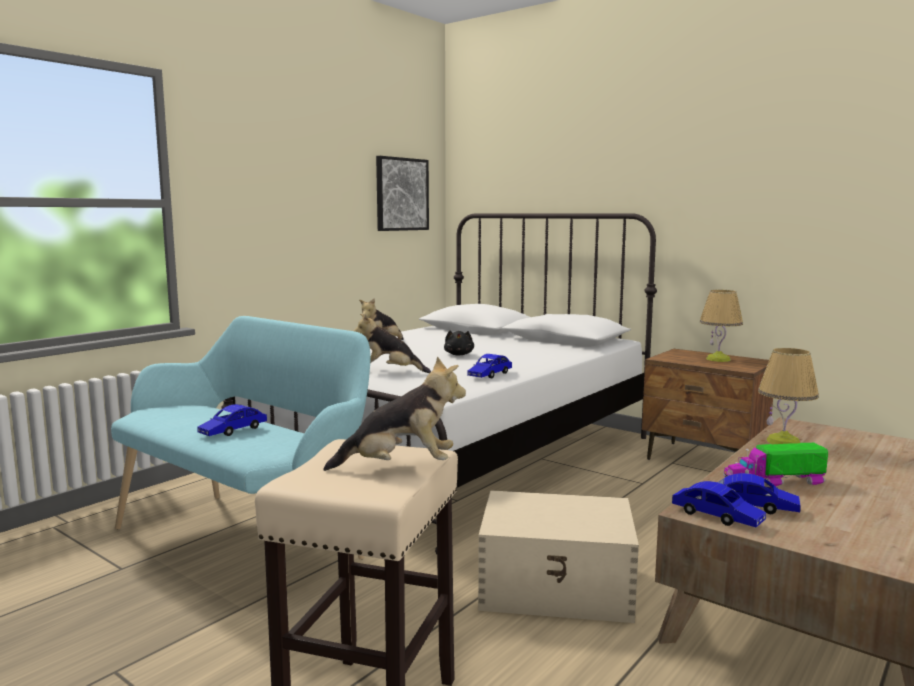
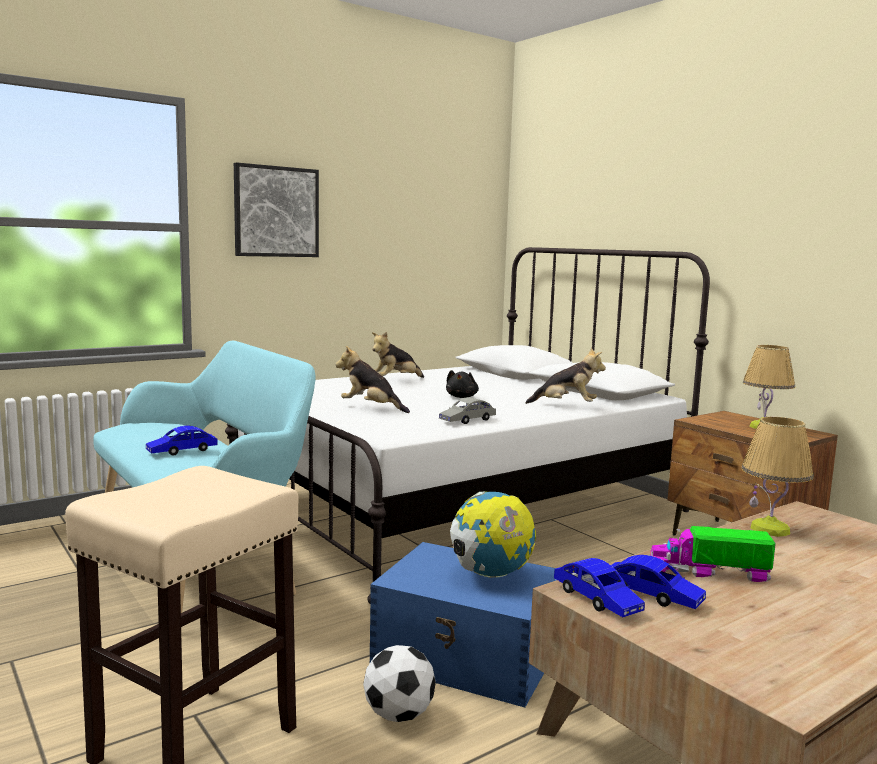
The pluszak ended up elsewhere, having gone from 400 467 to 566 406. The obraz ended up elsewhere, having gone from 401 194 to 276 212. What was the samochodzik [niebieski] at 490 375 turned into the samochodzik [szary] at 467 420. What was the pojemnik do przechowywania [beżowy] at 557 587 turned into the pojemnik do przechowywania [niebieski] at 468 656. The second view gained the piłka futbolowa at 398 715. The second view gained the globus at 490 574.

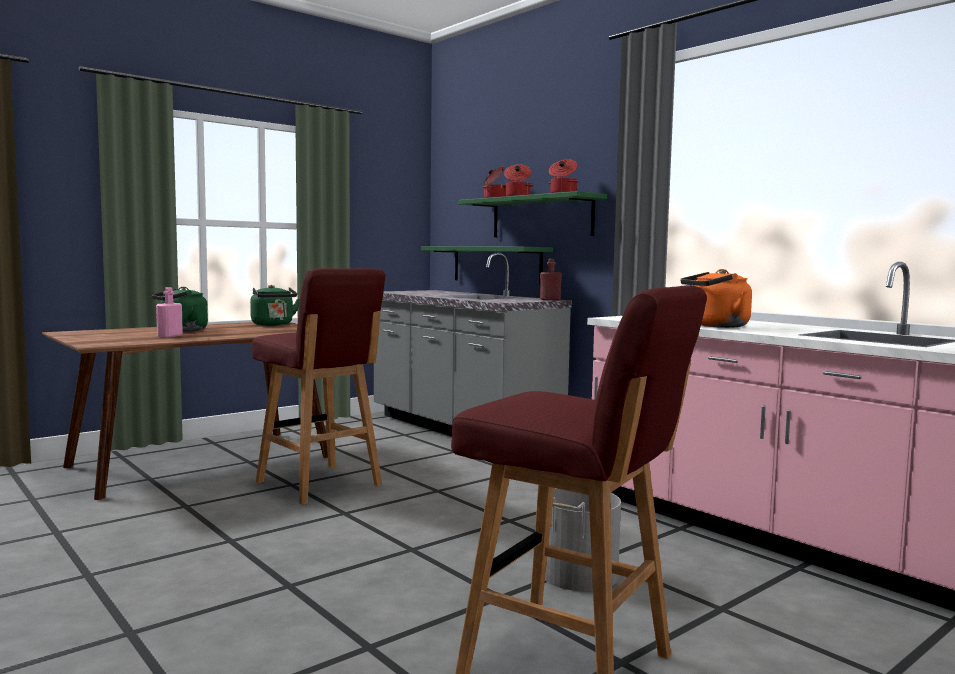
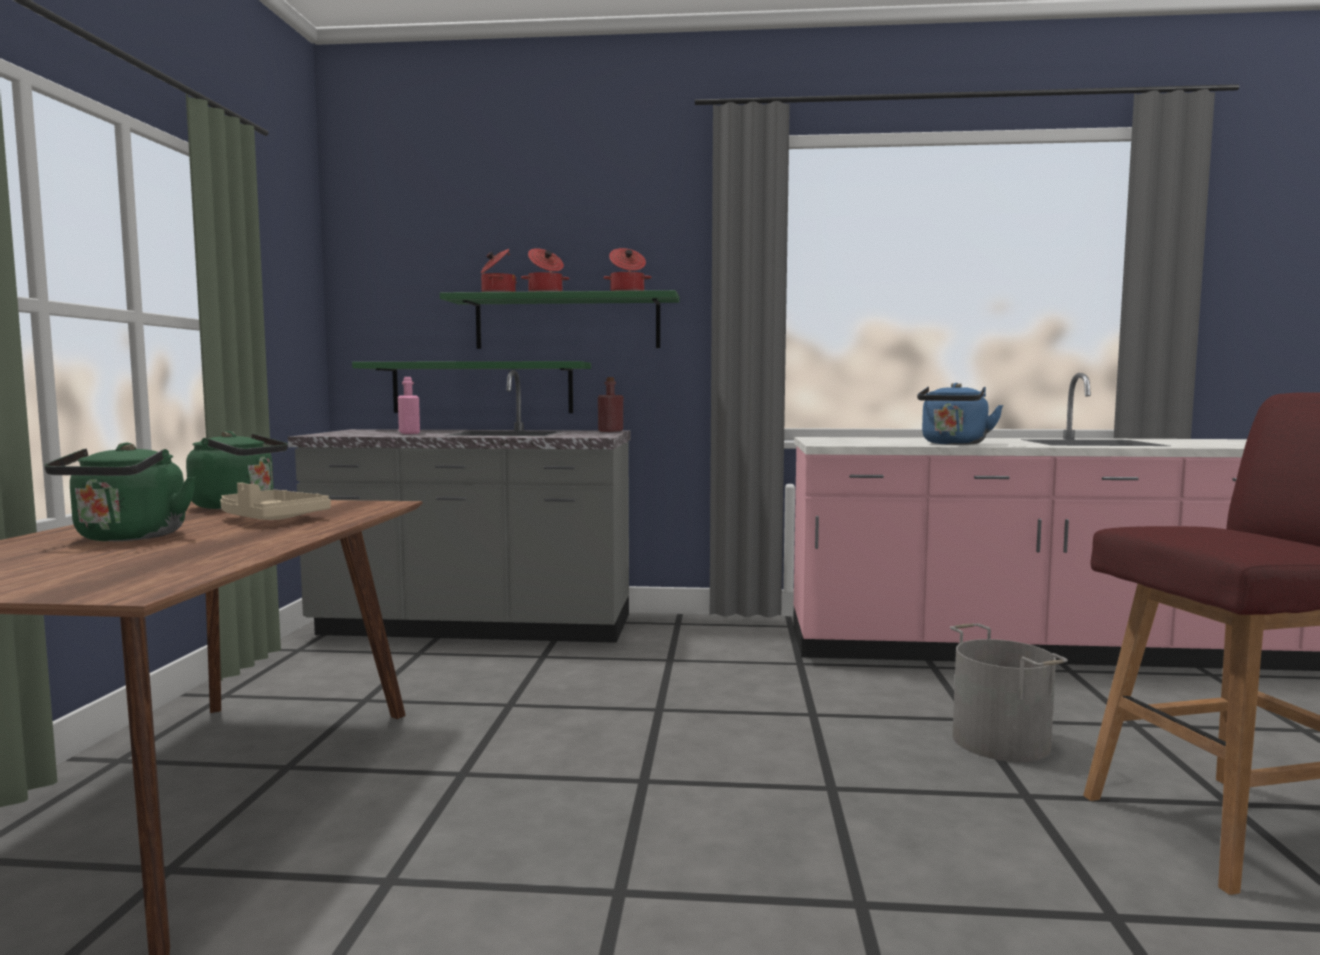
The butelka [różowy] ended up elsewhere, having gone from 170 336 to 409 433. The second view lost the stołek [czerwony] at 320 484. What was the czajnik [pomarańczowy] at 715 326 turned into the czajnik [niebieski] at 953 444. The second view gained the taca [beżowy] at 270 519.

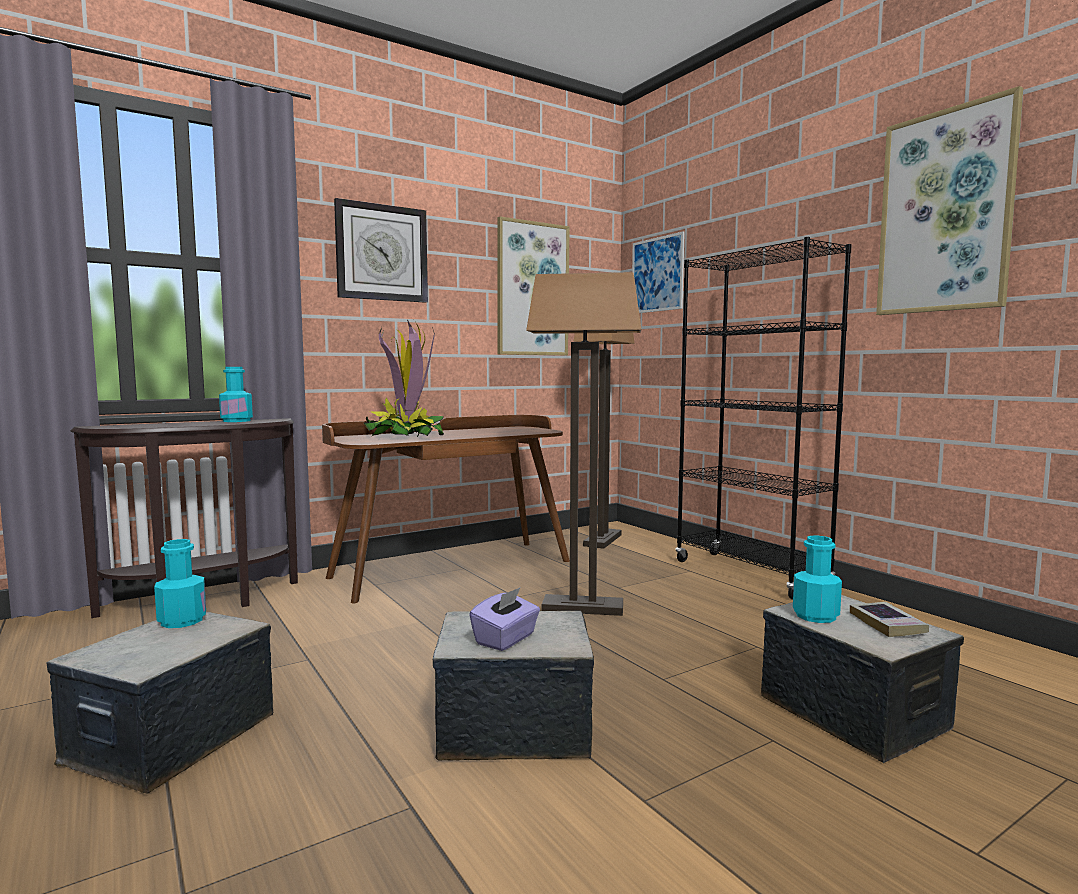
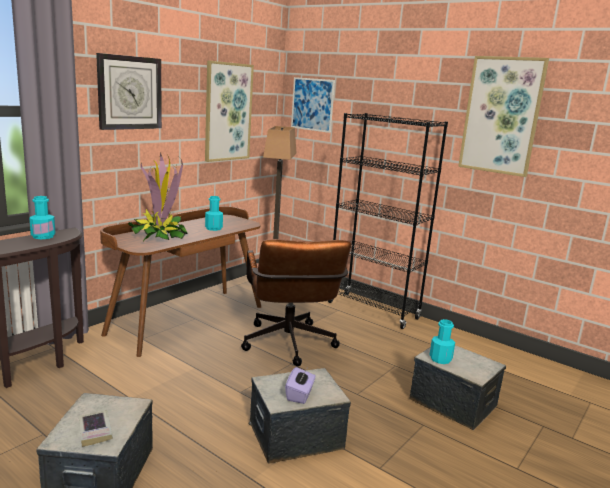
The butelka [turkusowy] ended up elsewhere, having gone from 182 621 to 213 228. Where the lampa stojąca stood at 582 608, the krzesło biurowe [brązowy] came to stand at 289 347. The książka ended up elsewhere, having gone from 887 624 to 95 431.

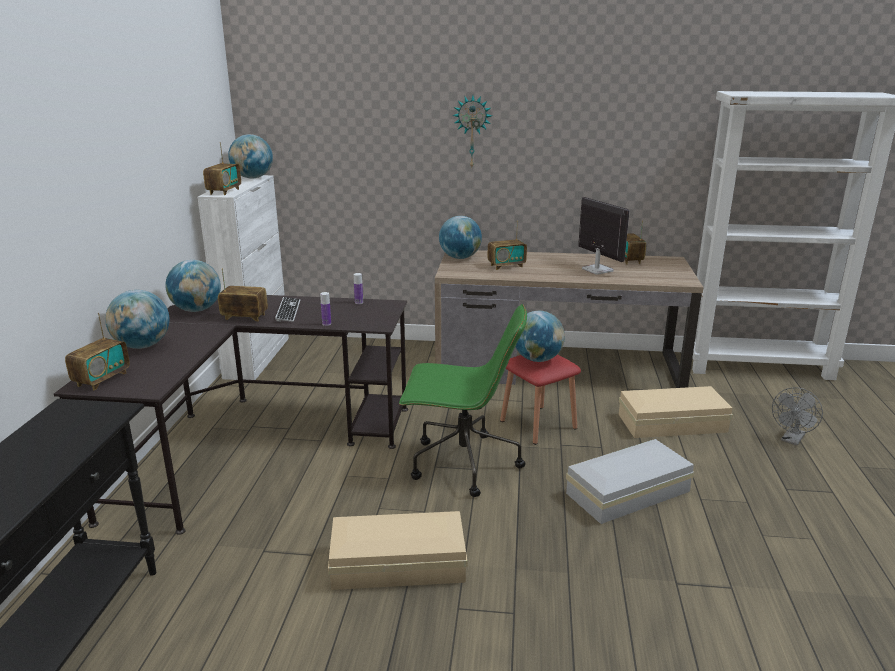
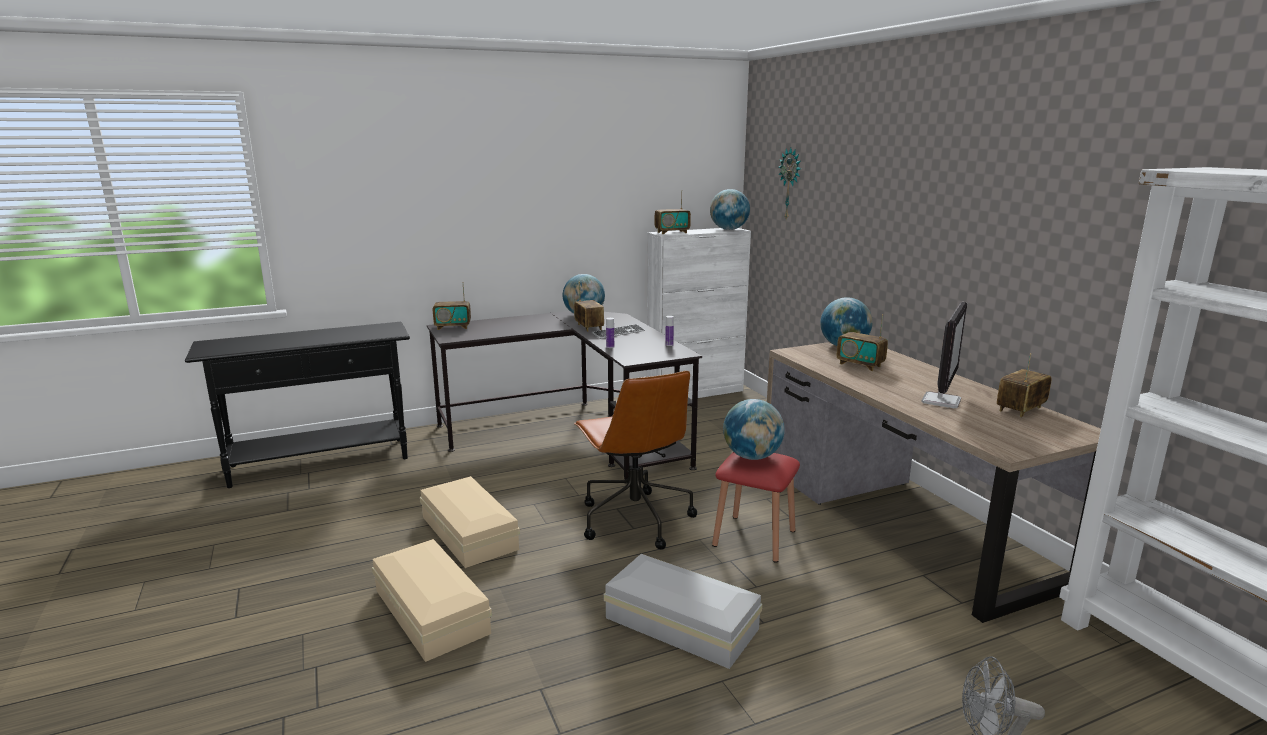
The second view lost the globus at 142 346. What was the krzesło biurowe [zielony] at 462 464 turned into the krzesło biurowe [brązowy] at 634 519. The zegar ścienny ended up elsewhere, having gone from 472 131 to 791 184. The pojemnik do przechowywania [beżowy] ended up elsewhere, having gone from 670 422 to 432 609.

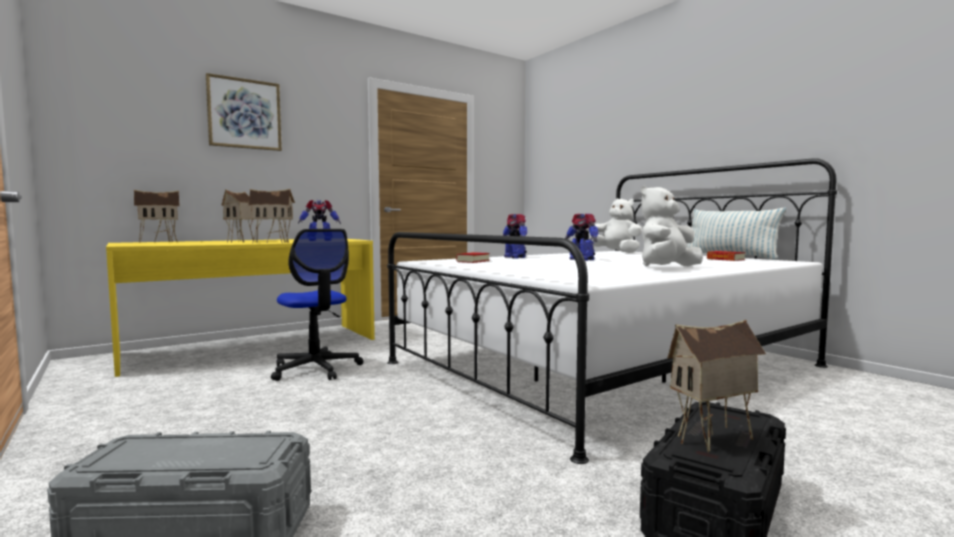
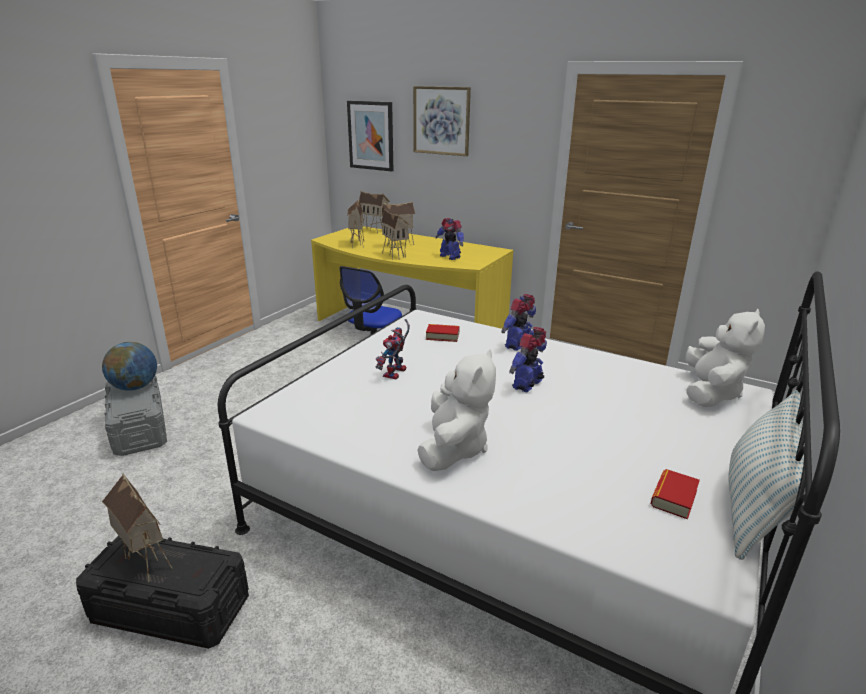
The pluszak [biały] at 667 268 ended up facing another way, 75 degrees clockwise from before. The second view gained the globus at 135 387. The second view gained the obraz at 371 135. The second view gained the domek at 356 244. The second view gained the robot zabawkowy at 395 374.

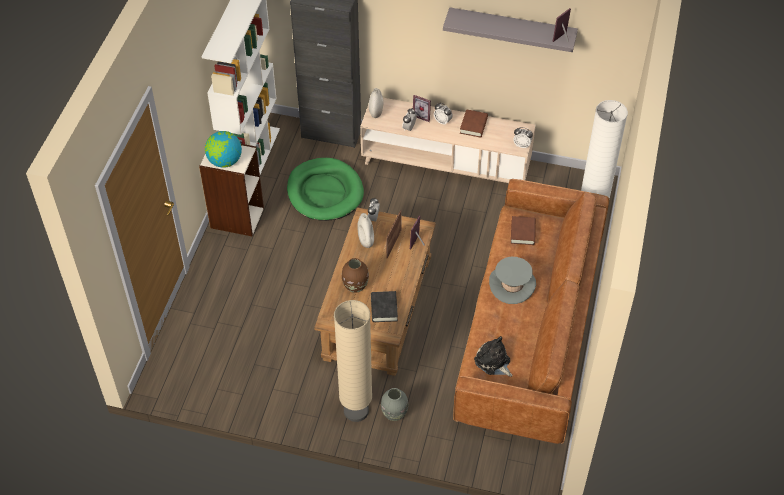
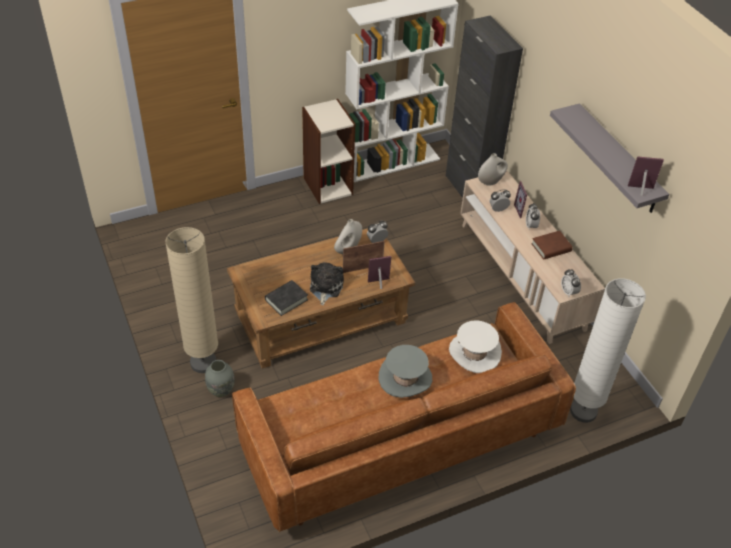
The second view lost the globus at 225 161. The second view lost the legowisko [zielony] at 325 192. The second view lost the wazon [brązowy] at 355 286. The pluszak ended up elsewhere, having gone from 493 362 to 325 287. Where the książka [brązowy] stood at 523 232, the kapelusz [biały] came to stand at 474 352.

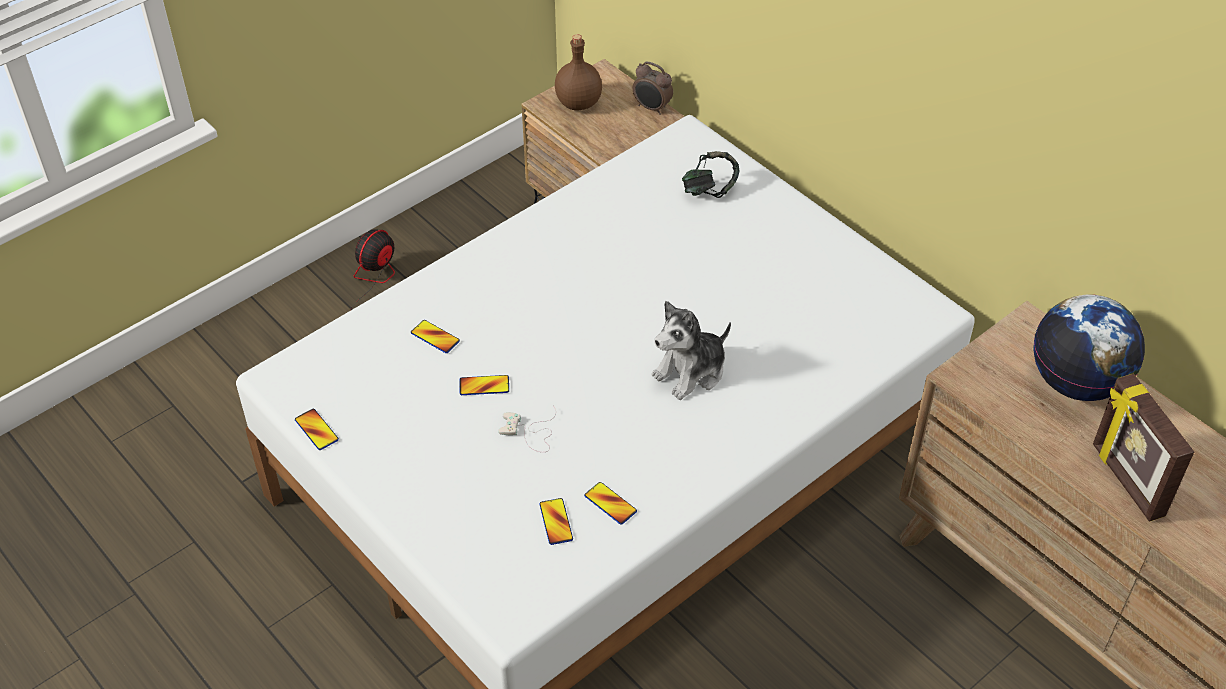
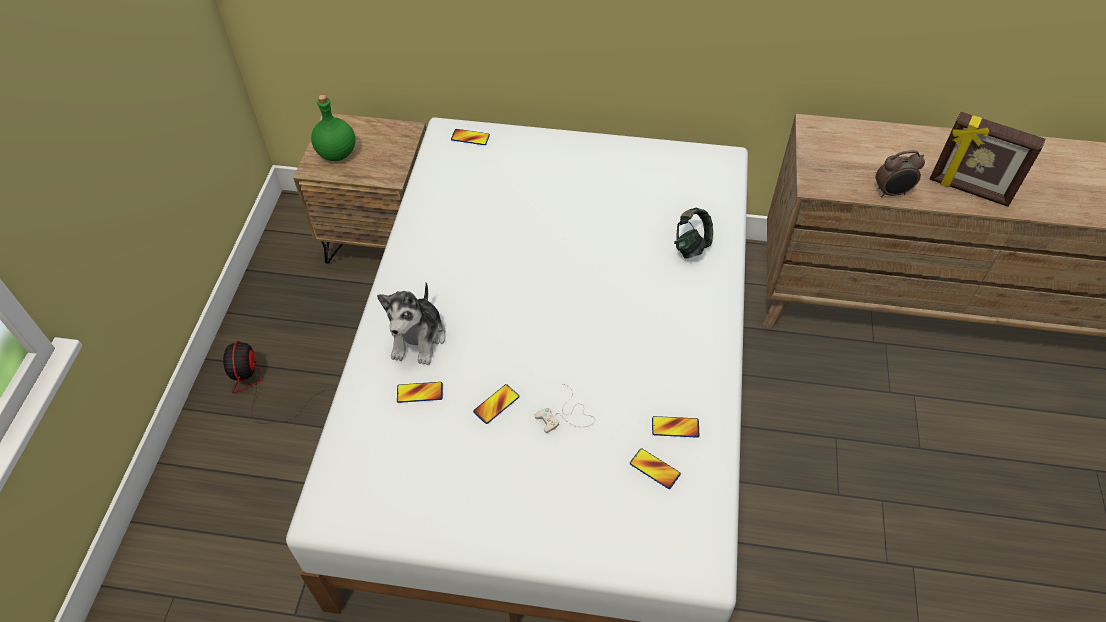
The telefon ended up elsewhere, having gone from 316 430 to 470 138. What was the butelka [brązowy] at 577 103 turned into the butelka [zielony] at 336 154. The budzik ended up elsewhere, having gone from 652 108 to 891 193. The pluszak ended up elsewhere, having gone from 691 372 to 418 338. The słuchawki ended up elsewhere, having gone from 709 190 to 691 245. The second view lost the globus at 1077 382.

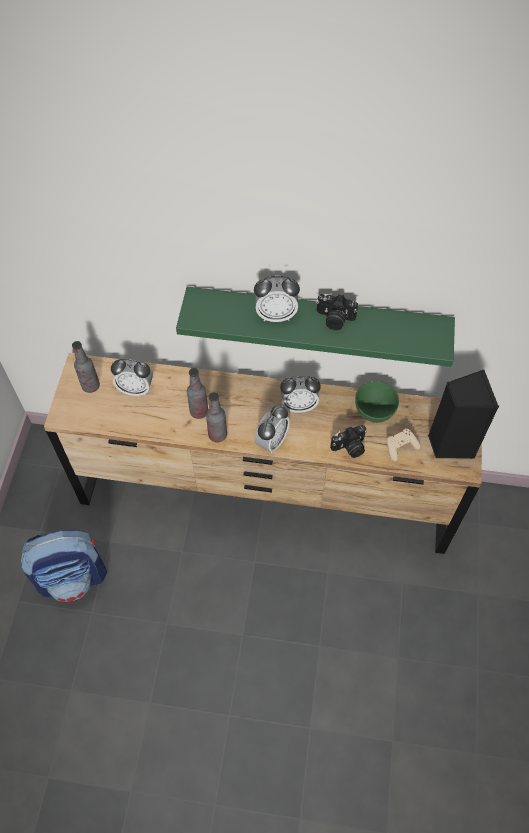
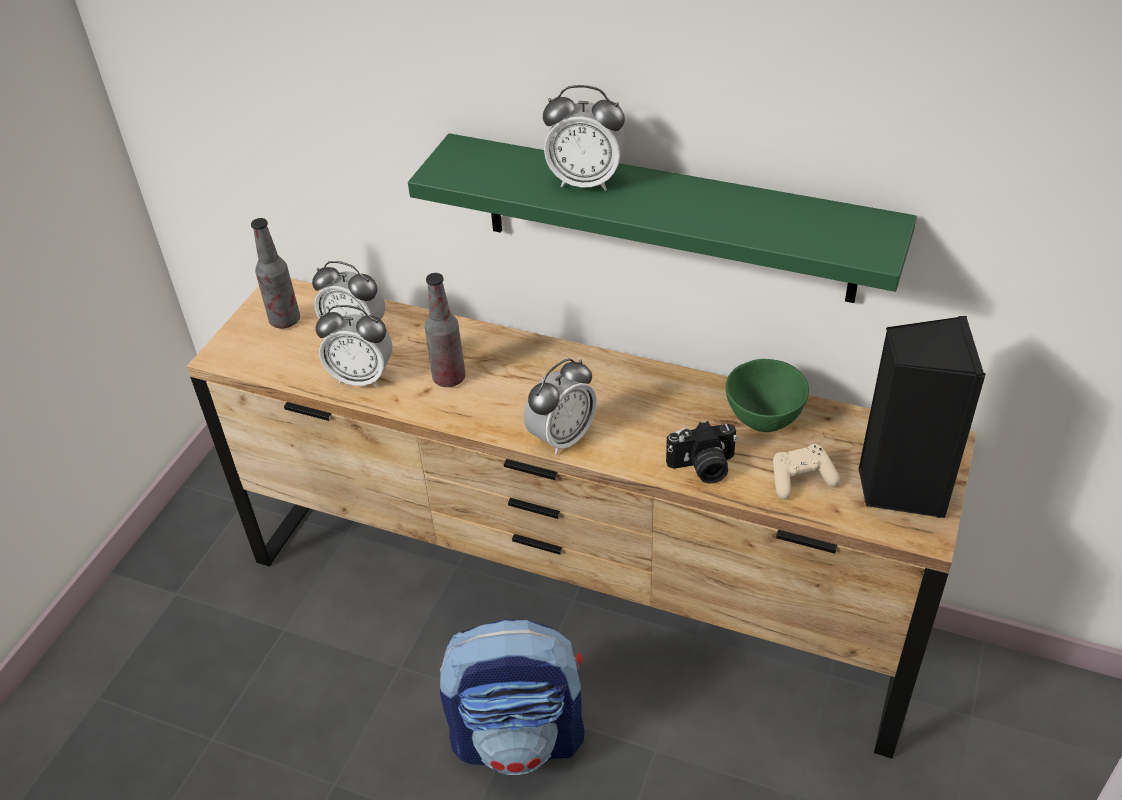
The plecak ended up elsewhere, having gone from 73 576 to 520 736. The second view lost the butelka at 217 435. The budzik ended up elsewhere, having gone from 299 405 to 362 377. The second view lost the aparat fotograficzny at 334 319.

